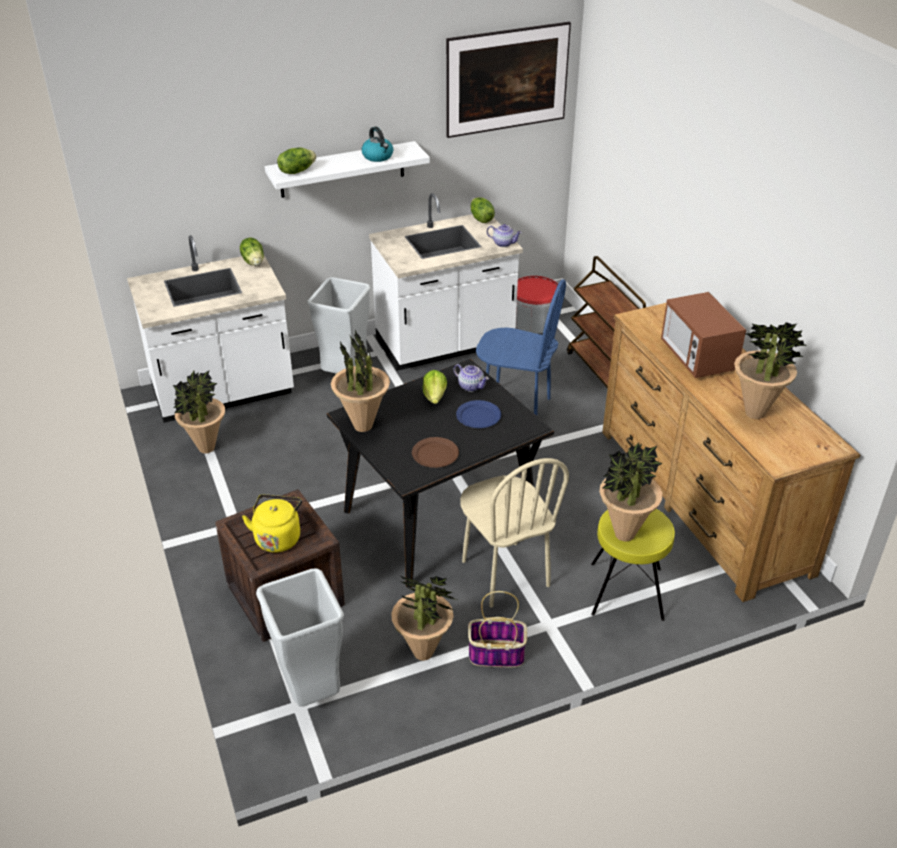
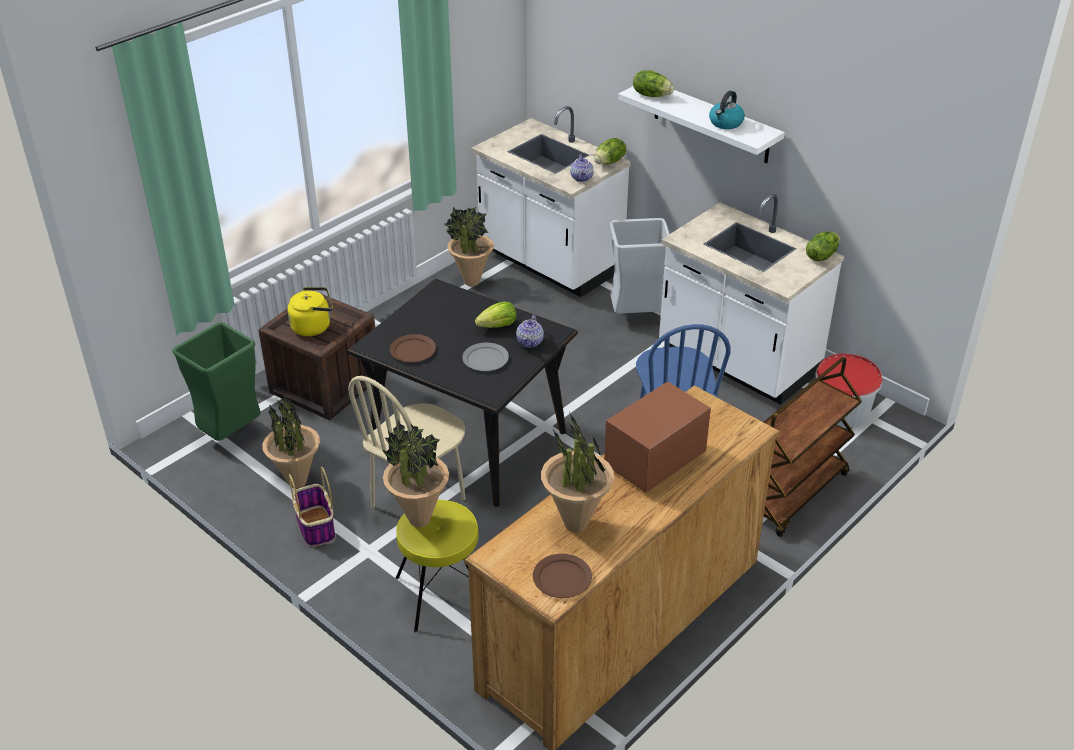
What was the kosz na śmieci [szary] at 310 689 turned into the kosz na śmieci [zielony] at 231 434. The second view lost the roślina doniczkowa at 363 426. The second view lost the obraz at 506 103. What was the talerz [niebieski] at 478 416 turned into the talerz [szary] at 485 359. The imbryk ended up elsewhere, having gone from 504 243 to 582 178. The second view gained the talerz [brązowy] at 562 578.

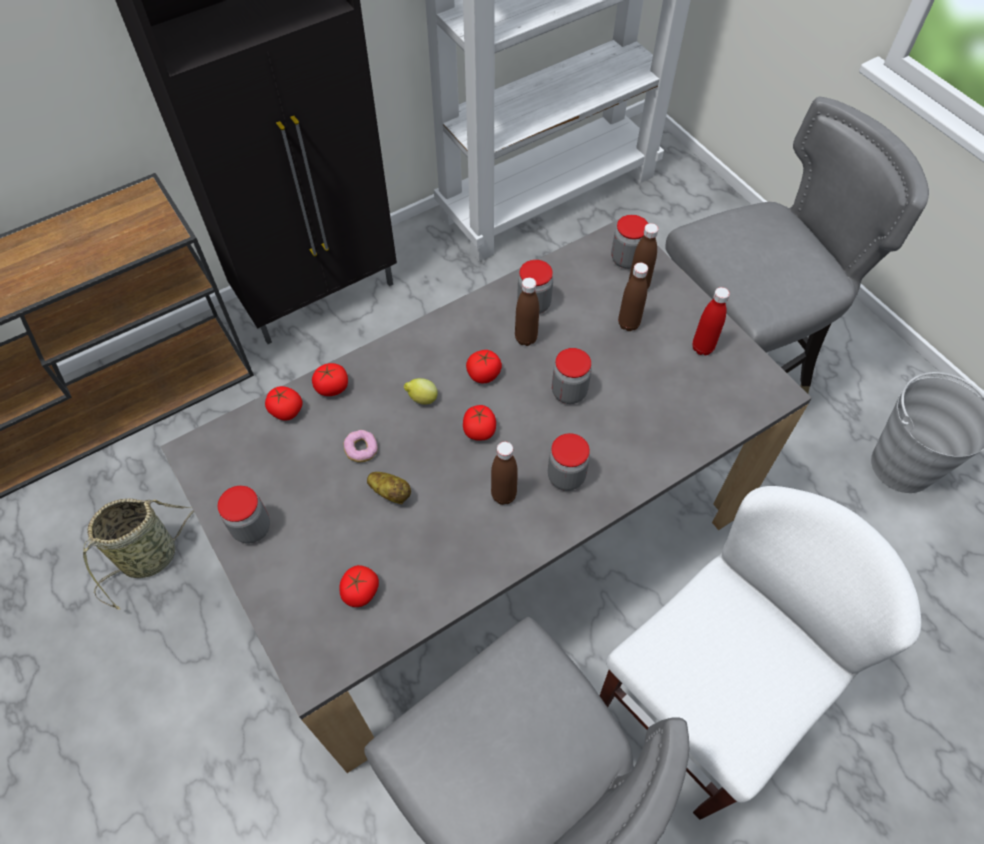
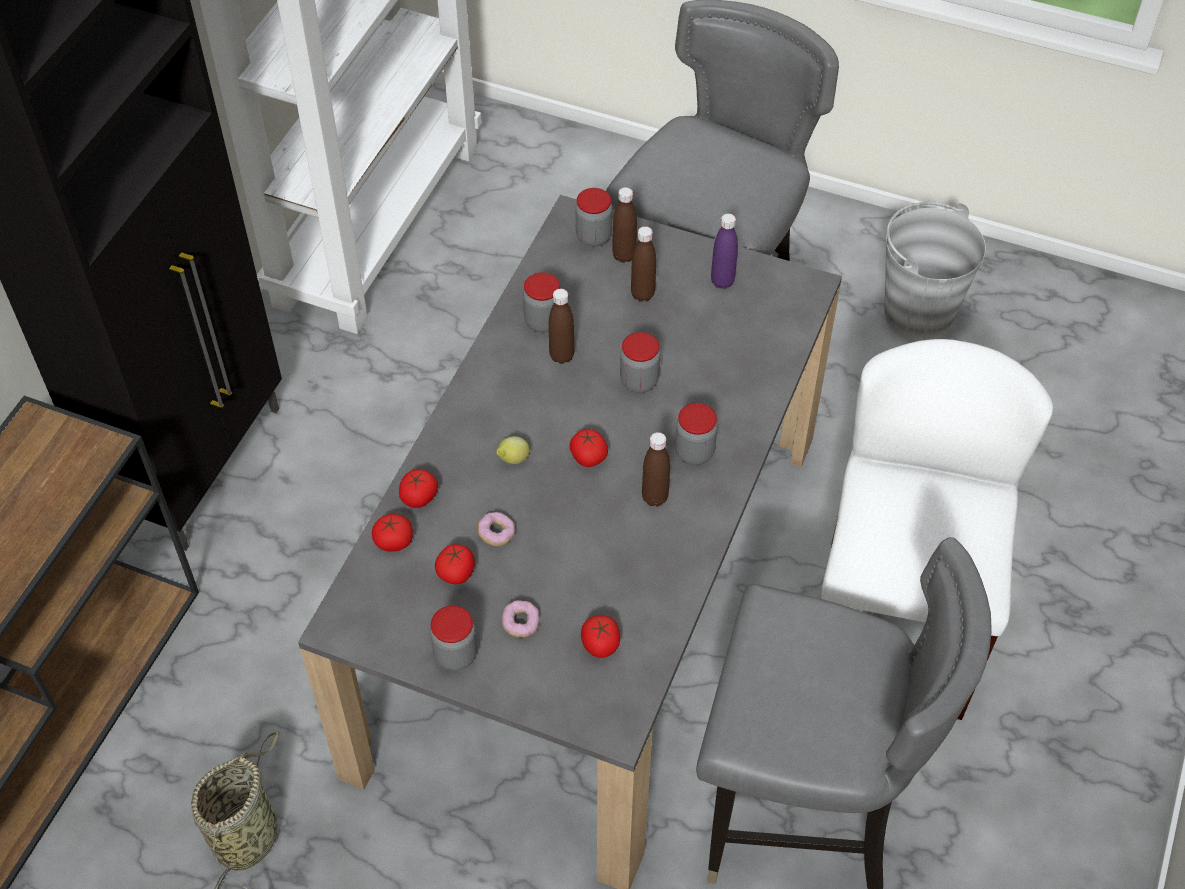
The second view lost the ziemniak at 390 492. The pomidor ended up elsewhere, having gone from 484 374 to 456 573. What was the butelka [czerwony] at 702 348 turned into the butelka [fioletowy] at 722 281. The second view gained the donut at 521 623.

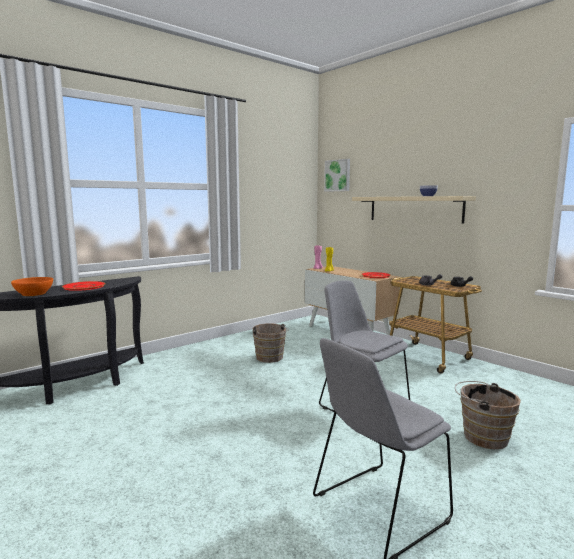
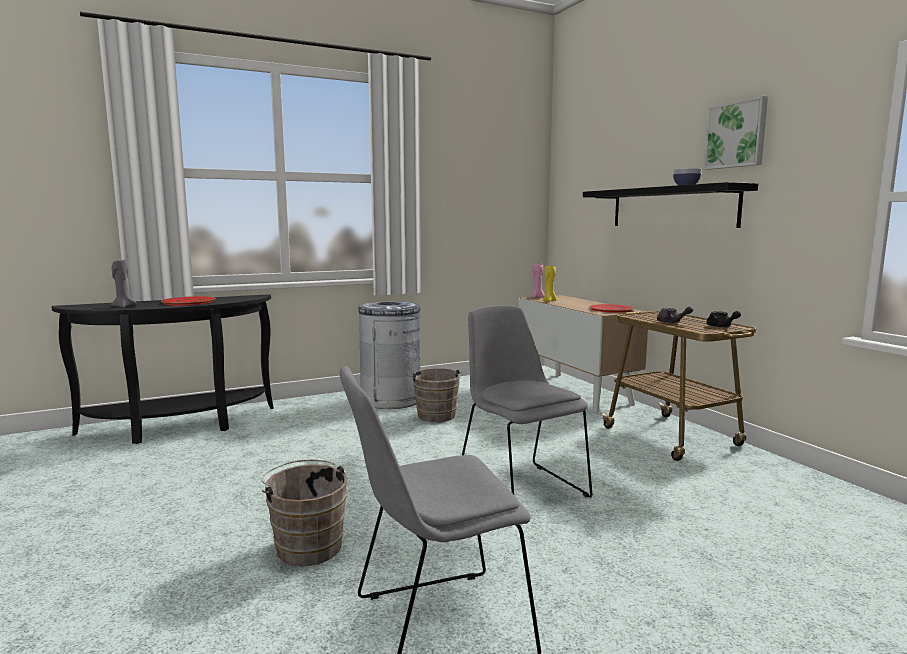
Where the miska [pomarańczowy] stood at 34 294, the świeca [szary] came to stand at 123 306. The obraz ended up elsewhere, having gone from 338 175 to 736 135. What was the półka [beżowy] at 414 209 turned into the półka [czarny] at 671 207. The wiadro [brązowy] ended up elsewhere, having gone from 482 436 to 307 545. The second view gained the kosz na śmieci [szary] at 391 400.

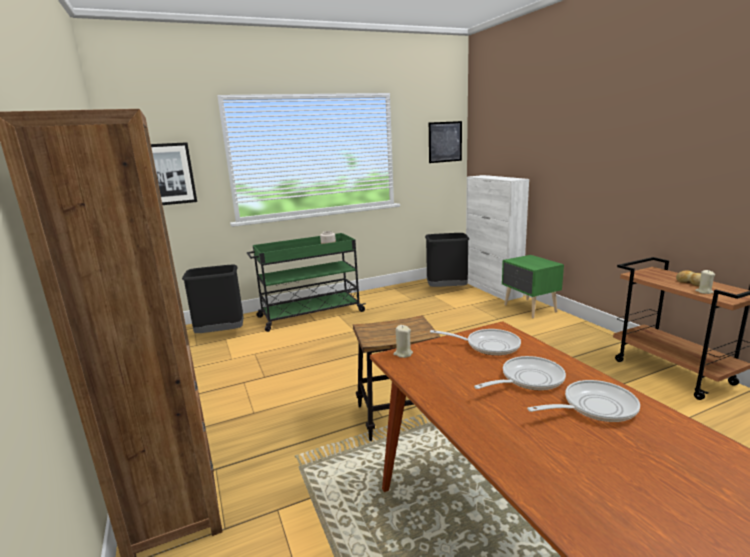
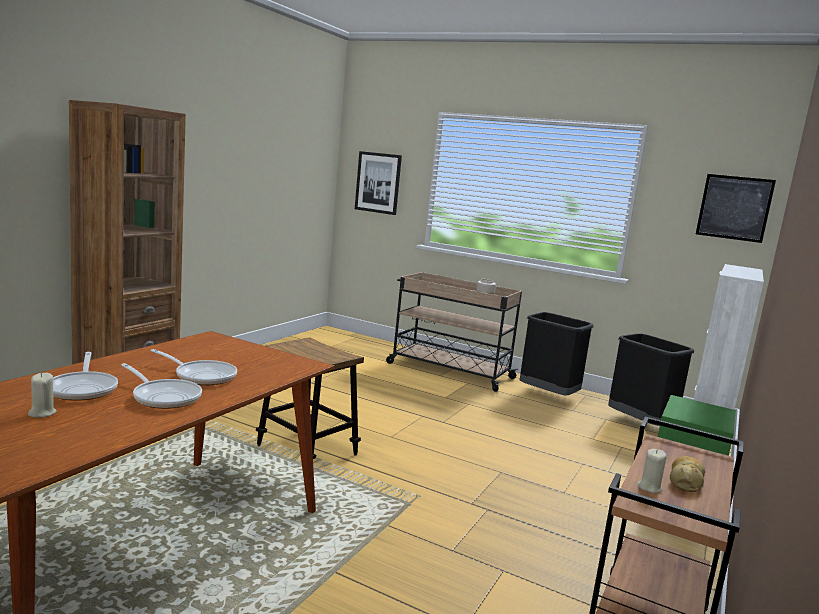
The kosz na śmieci [czarny] ended up elsewhere, having gone from 221 334 to 548 396. What was the wózek [zielony] at 309 314 turned into the wózek [beżowy] at 448 370. The świeca [beżowy] ended up elsewhere, having gone from 403 353 to 42 413. The patelnia ended up elsewhere, having gone from 488 345 to 83 389.

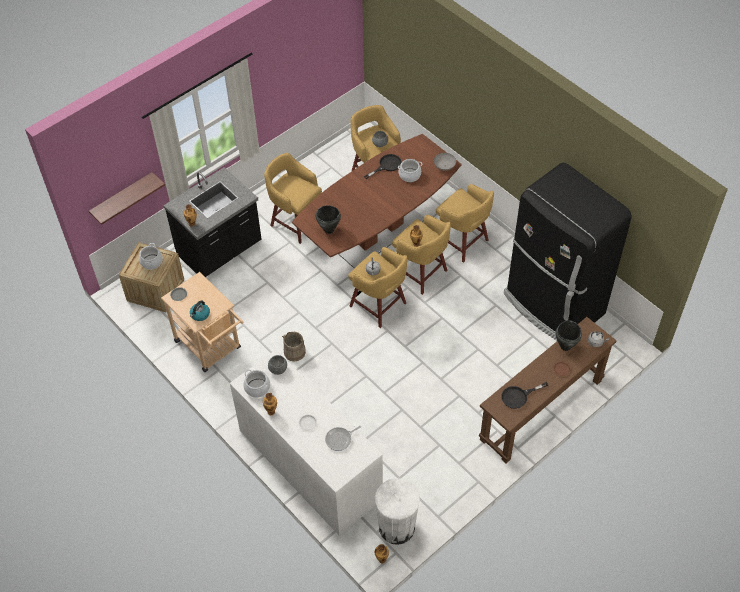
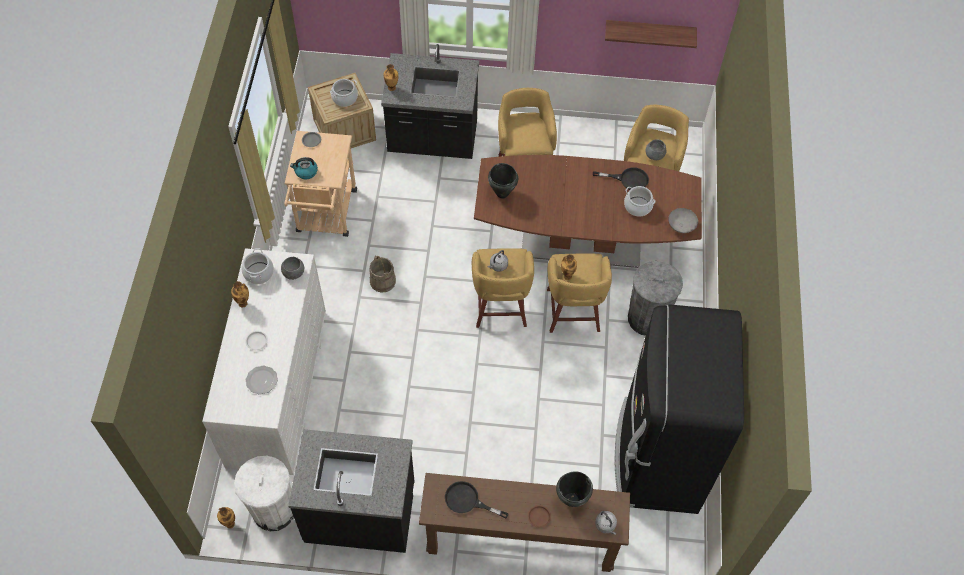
The półka ended up elsewhere, having gone from 122 198 to 649 32. Where the patelnia stood at 340 439, the talerz came to stand at 262 381. Where the stołek [żółty] stood at 462 242, the kosz na śmieci [szary] came to stand at 647 318. The second view gained the zabudowa kuchenna [czarny] at 360 512.

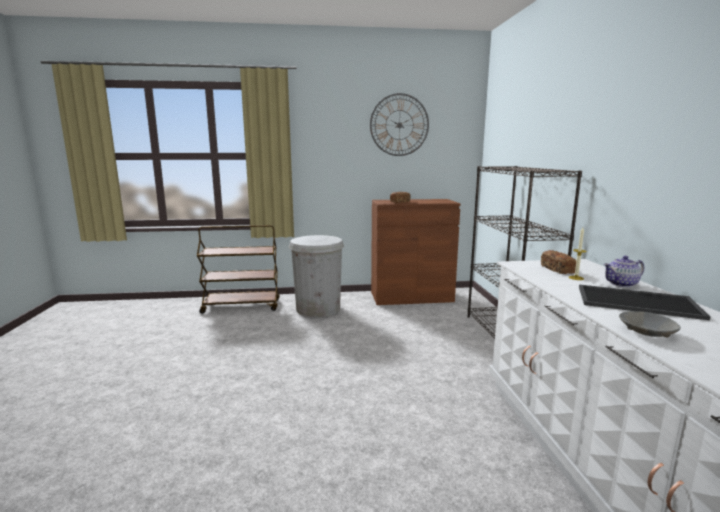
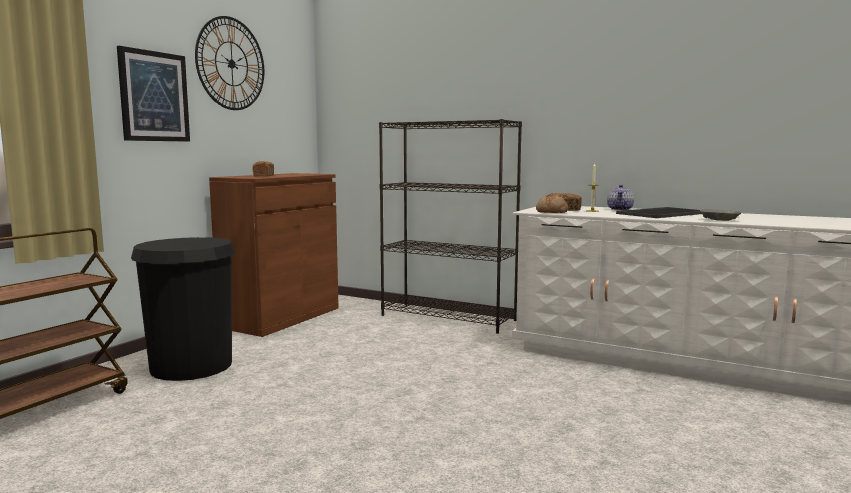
What was the kosz na śmieci [biały] at 318 308 turned into the kosz na śmieci [czarny] at 191 366. The second view gained the obraz at 154 96. The second view gained the chleb at 551 212.

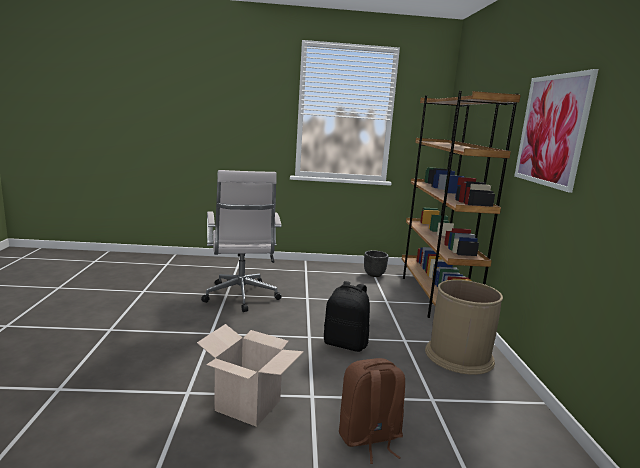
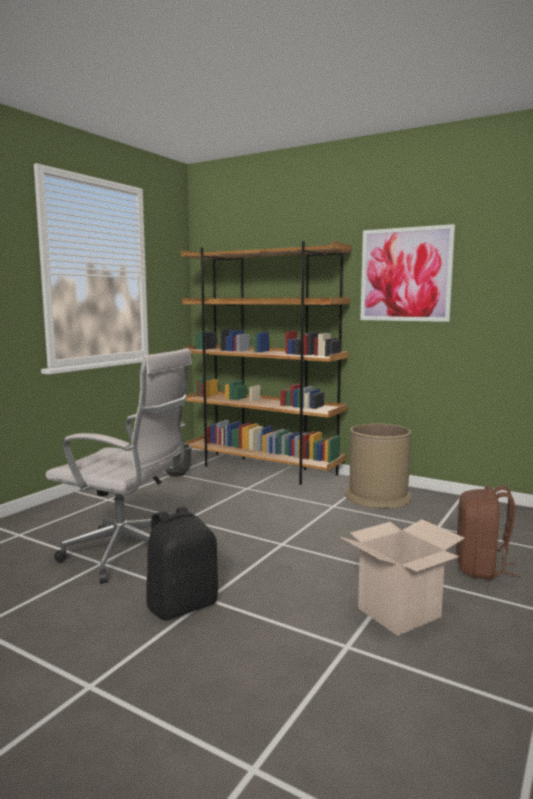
The plecak [czarny] ended up elsewhere, having gone from 346 344 to 182 605.

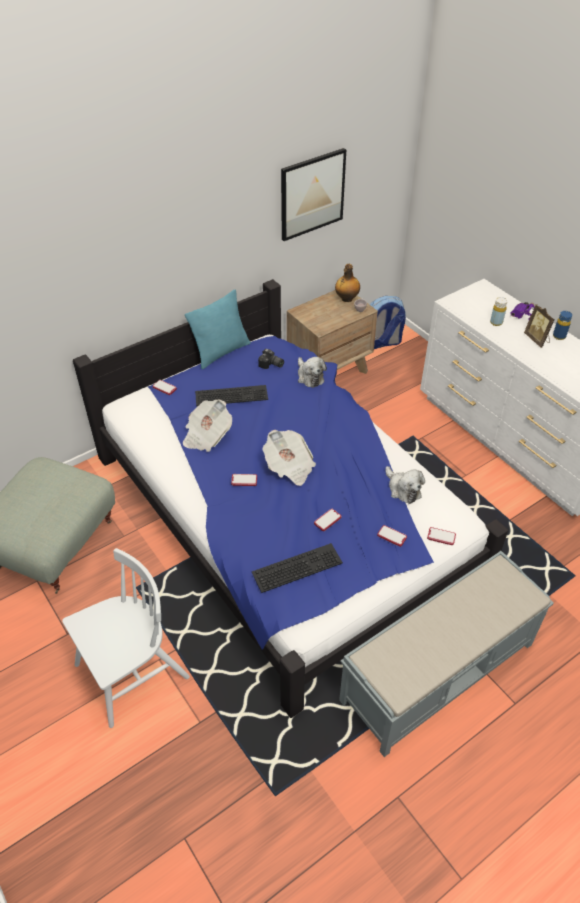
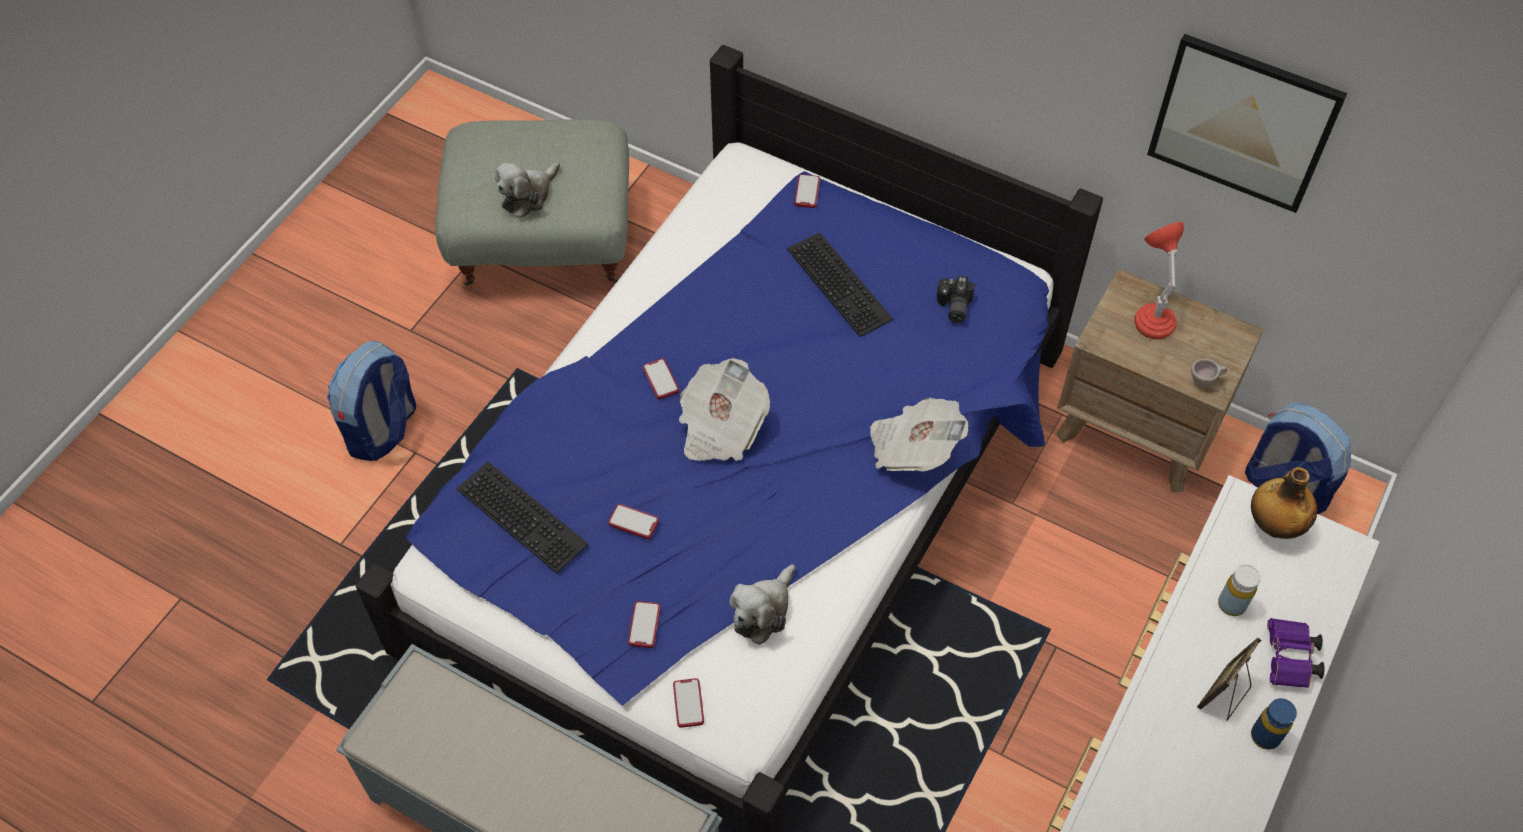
Where the krzesło [biały] stood at 131 672, the plecak came to stand at 383 430. The gazeta ended up elsewhere, having gone from 206 436 to 913 448. The second view lost the poduszka [turkusowy] at 221 352. The pluszak ended up elsewhere, having gone from 309 376 to 528 195. The butelka ended up elsewhere, having gone from 346 299 to 1274 525. The second view gained the lampa stołowa [czerwony] at 1151 313.

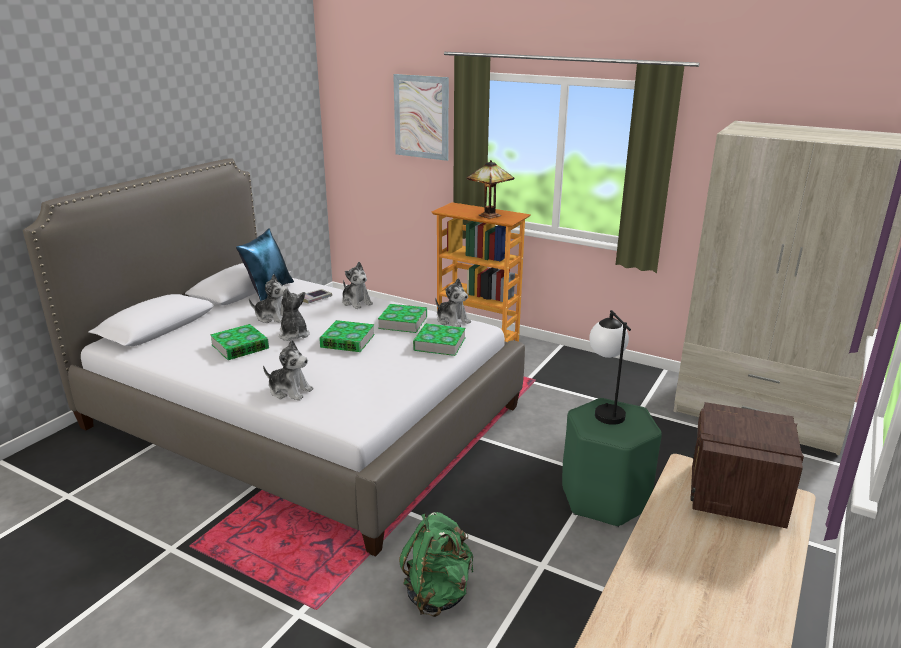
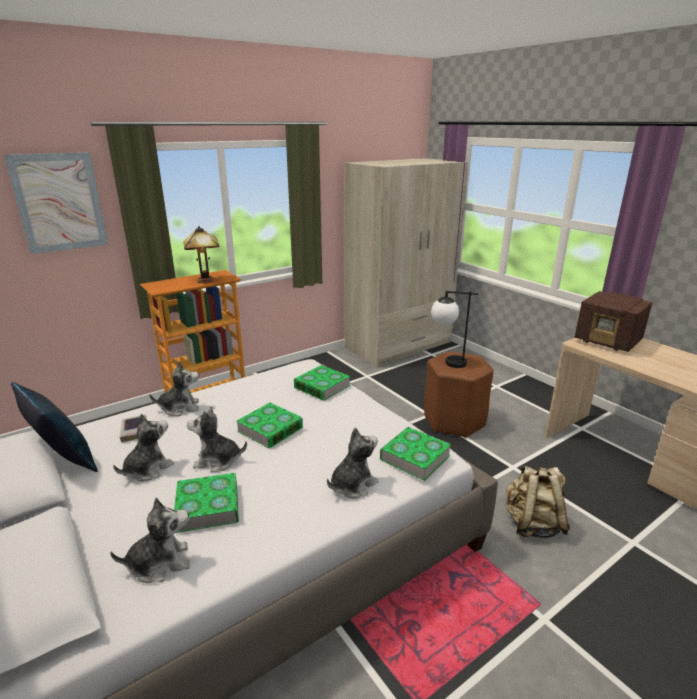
The książka ended up elsewhere, having gone from 403 322 to 415 457. What was the plecak [zielony] at 438 593 turned into the plecak [beżowy] at 532 524. The pluszak ended up elsewhere, having gone from 452 321 to 160 563. What was the stołek [zielony] at 604 498 turned into the stołek [brązowy] at 453 421.

